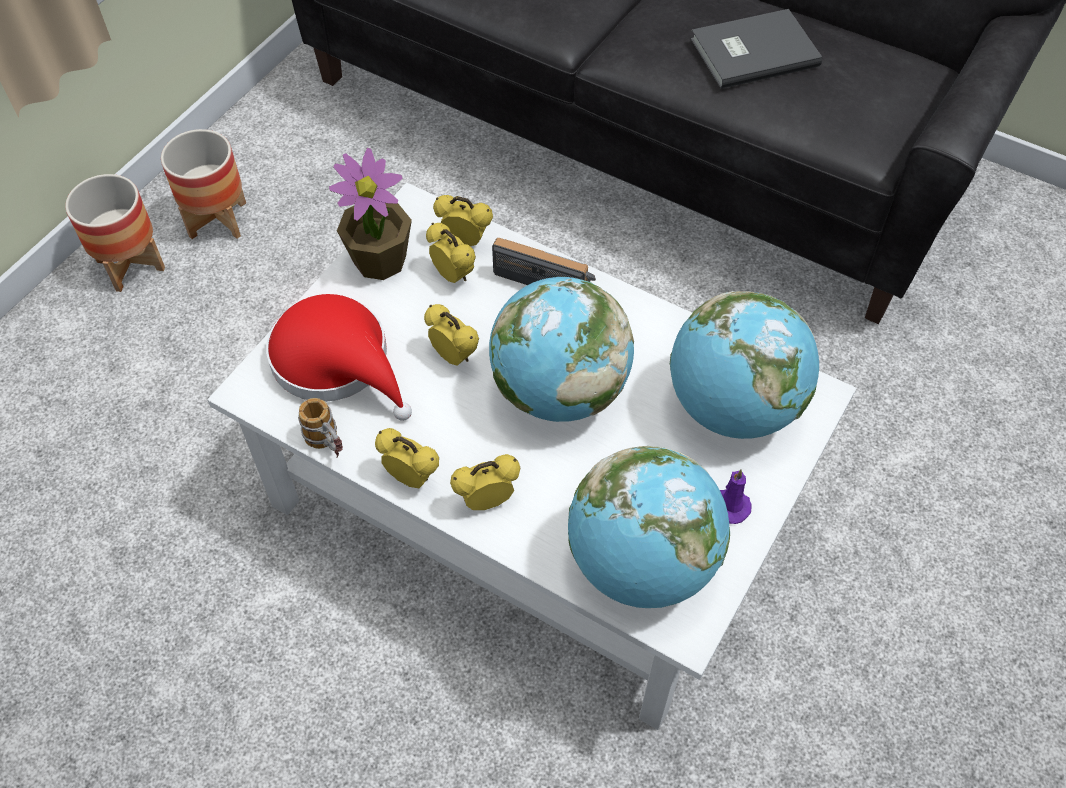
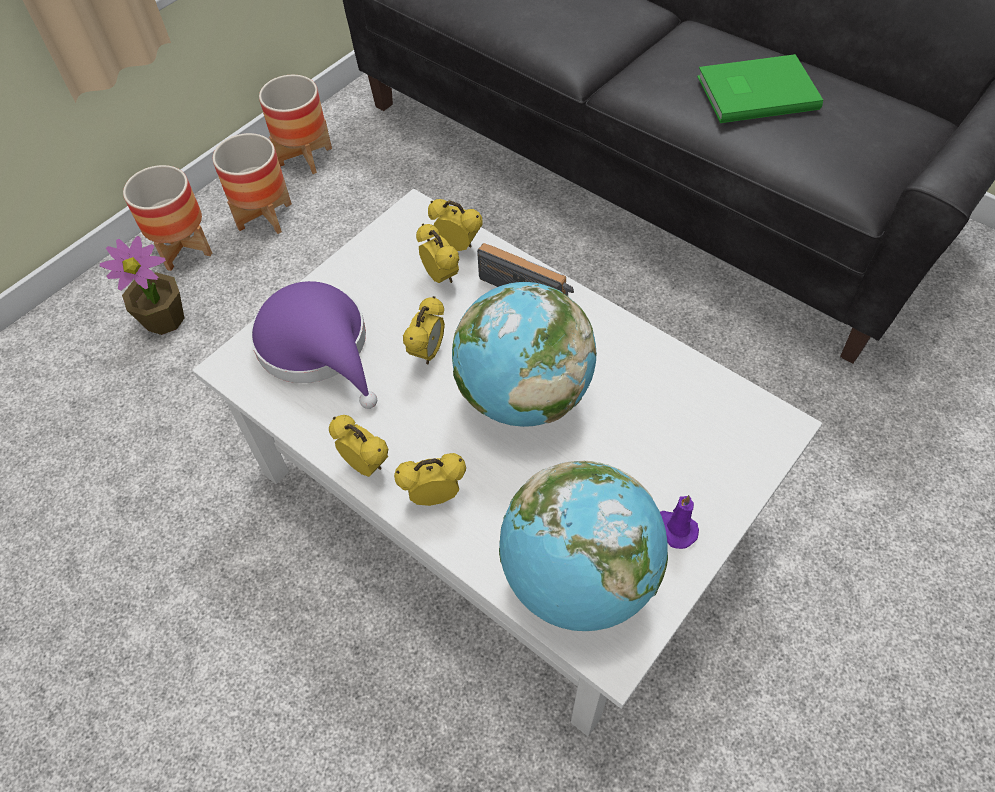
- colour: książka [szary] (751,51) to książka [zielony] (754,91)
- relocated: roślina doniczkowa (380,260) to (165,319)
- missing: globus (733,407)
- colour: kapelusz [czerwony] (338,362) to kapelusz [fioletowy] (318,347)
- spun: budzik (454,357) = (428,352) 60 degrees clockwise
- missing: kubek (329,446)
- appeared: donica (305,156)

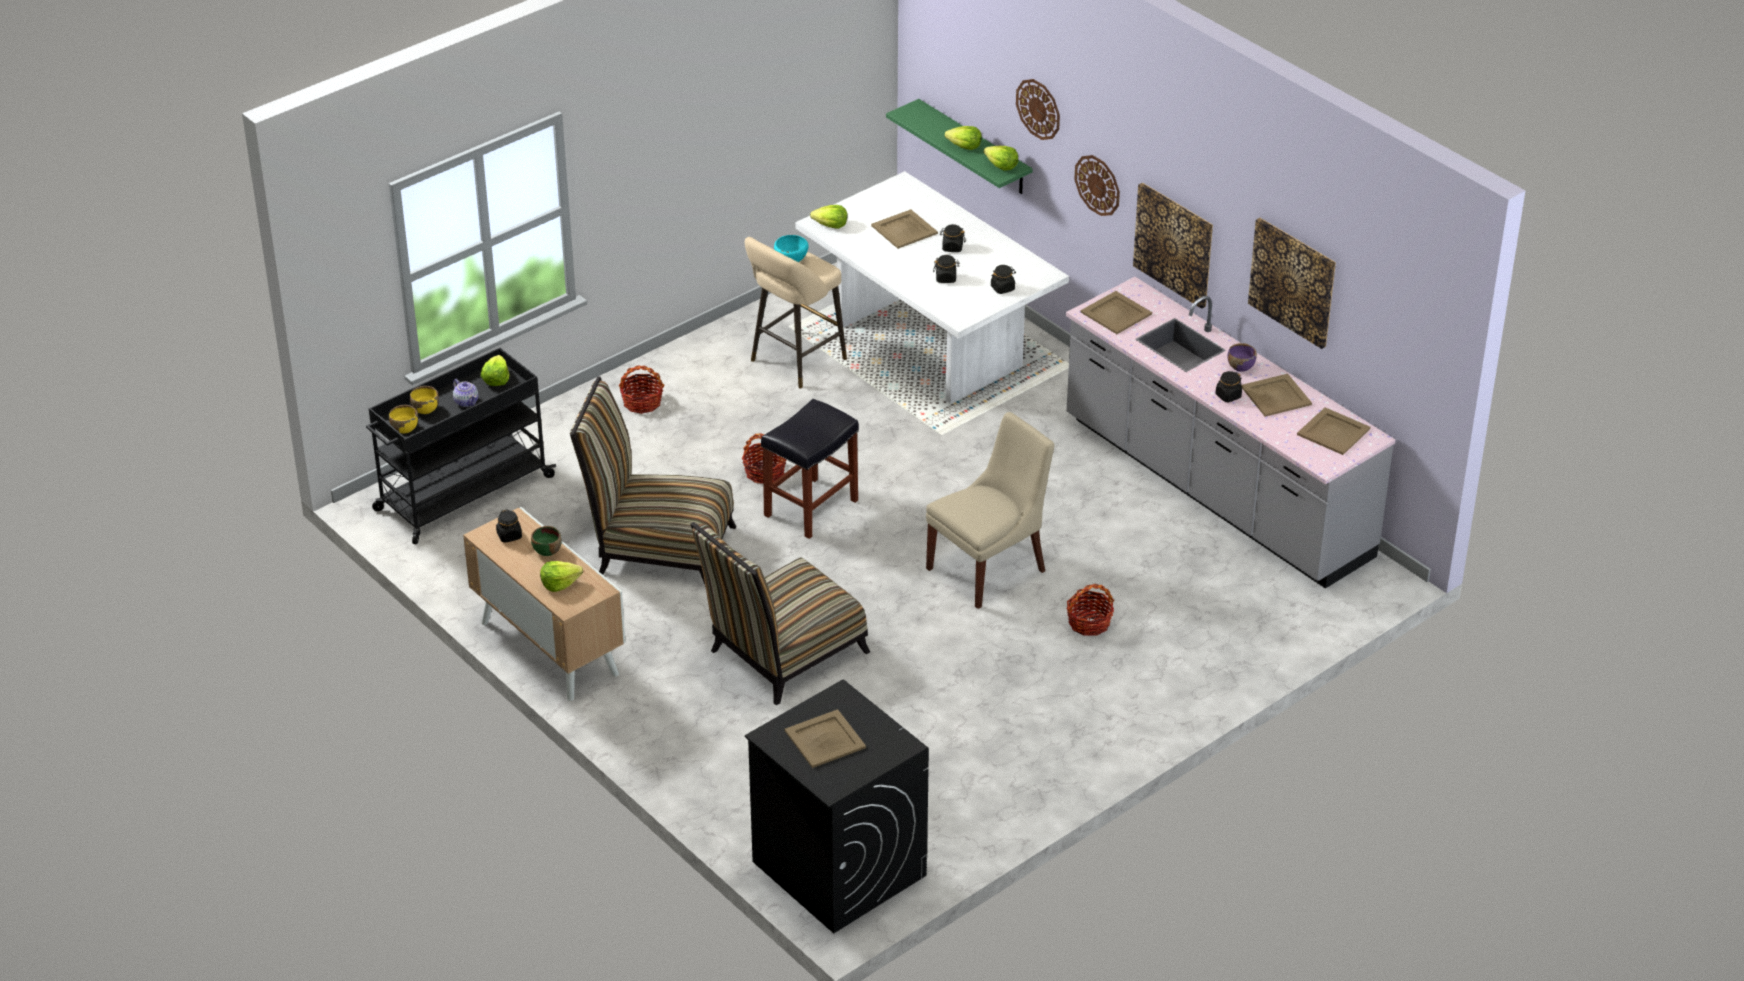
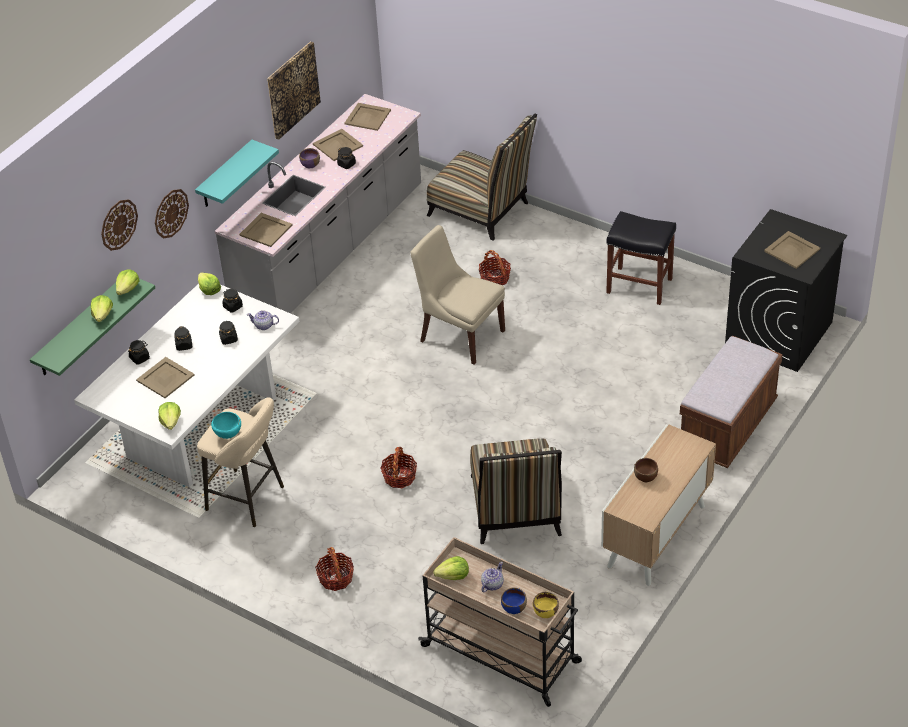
- exchanged: obraz (1174,244) to półka [turkusowy] (225,175)
- colour: wózek [czarny] (462,494) to wózek [beżowy] (502,654)
- colour: miska [żółty] (425,409) to miska [niebieski] (514,608)
- relocated: stołek [czarny] (810,509) to (640,285)
- relocated: słoik [czarny] (509,536) to (140,358)
- relocated: krzesło (781,656) to (483,211)
- colour: miska [zielony] (547,551) to miska [brązowy] (645,477)
- relocated: sałata (560,583) to (209,290)
- appeared: imbryk (264,326)
- appeared: ławka [brązowy] (727,427)

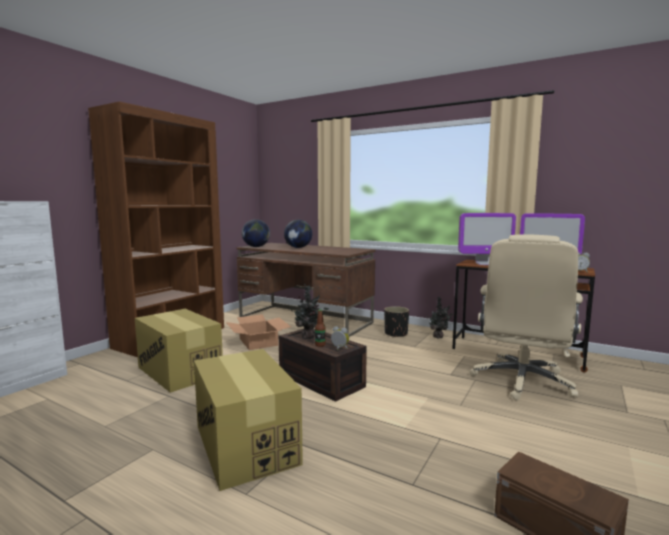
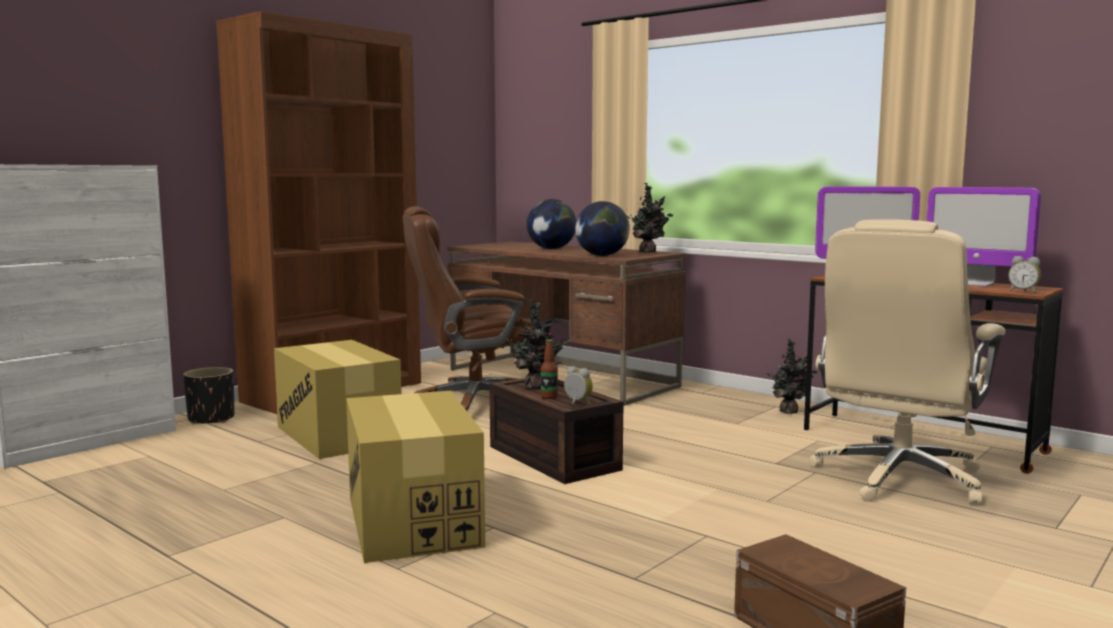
- relocated: globus (256,247) to (602,255)
- relocated: donica [czarny] (395,334) to (211,419)
- exchanged: karton (258,342) to krzesło biurowe [brązowy] (471,404)
- appeared: roślina doniczkowa (648,252)

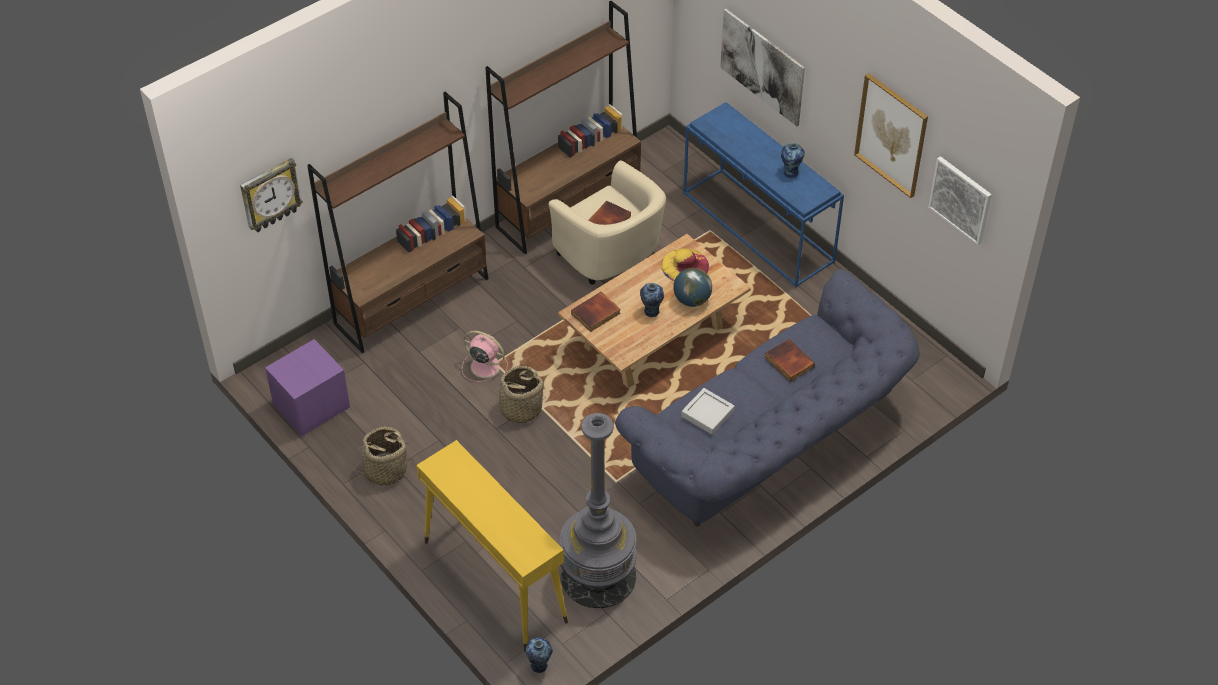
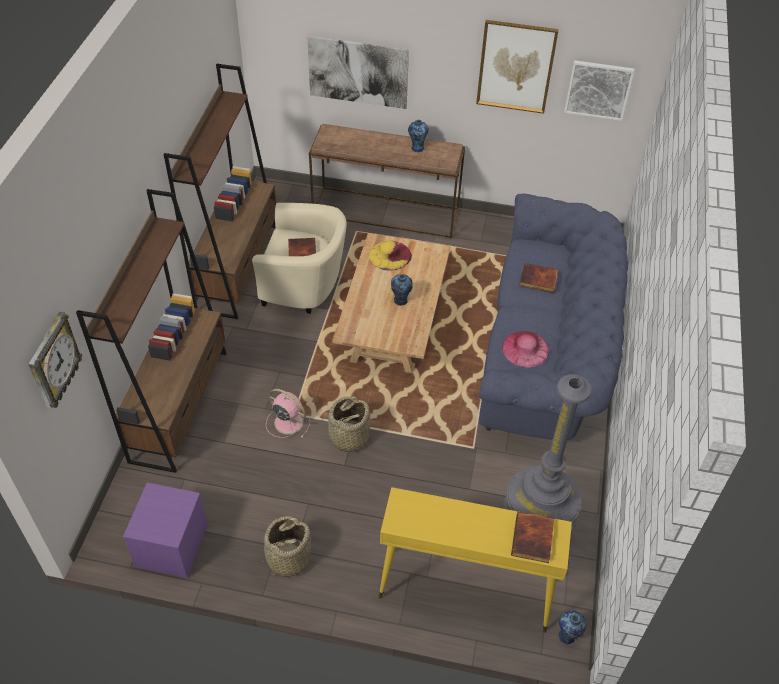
- colour: stolik konsolowy [niebieski] (759,227) to stolik konsolowy [brązowy] (387,212)
- missing: globus (692,300)
- relocated: książka (596,314) to (533,539)
- spun: wentylator [różowy] (484,366) = (287,422) 45 degrees clockwise
- exchanged: taca [szary] (707,414) to kapelusz [różowy] (525,349)

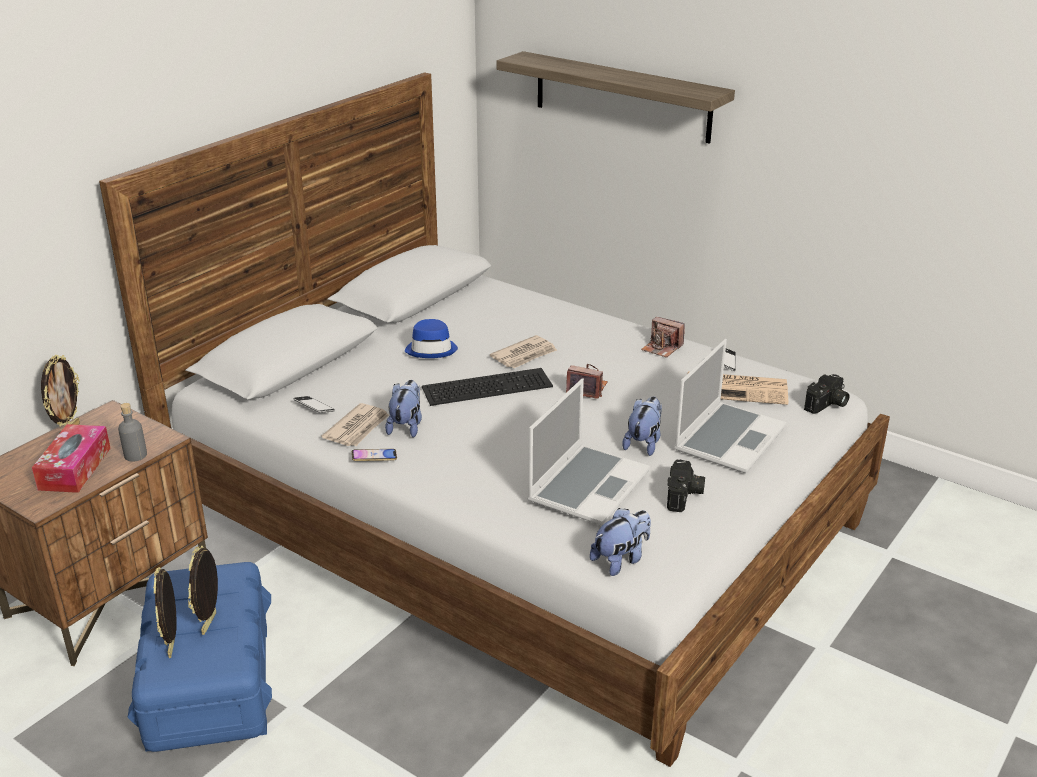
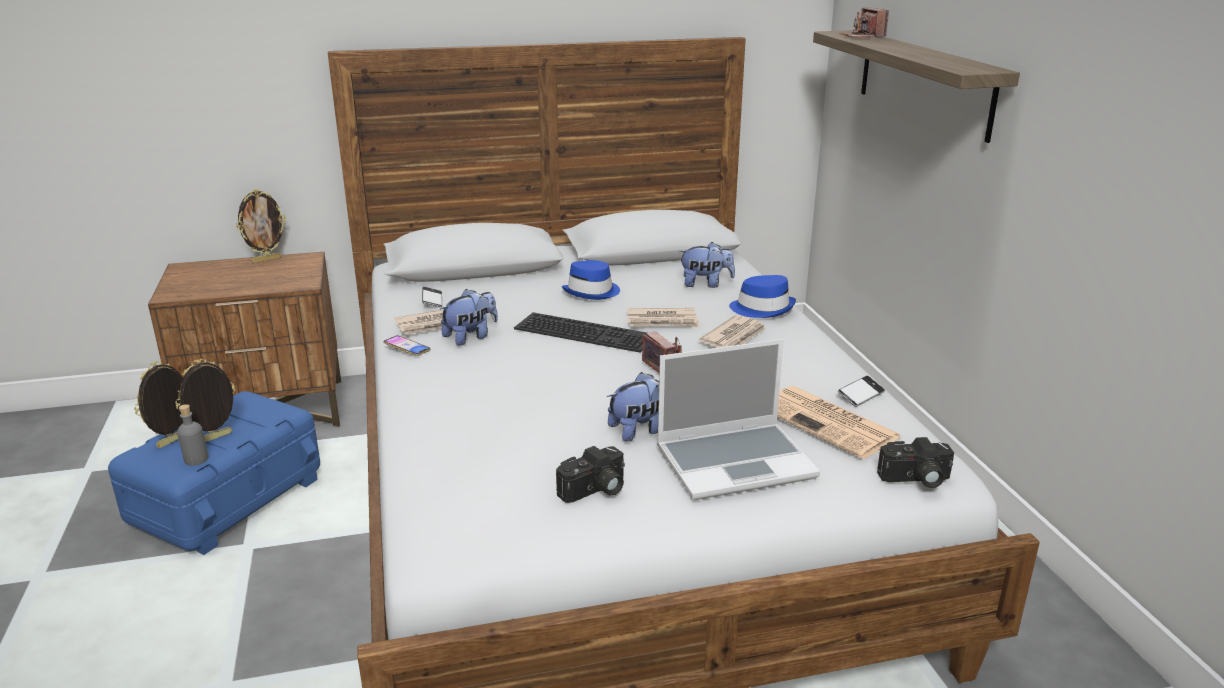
- relocated: aparat fotograficzny (662,348) to (862,36)
- missing: laptop (588,485)
- relocated: butelka [szary] (135,455) to (196,459)
- missing: pudełko chusteczek (75,468)
- relocated: pluszak (621,560) to (705,284)
- appeared: kapelusz [niebieski] (762,308)
- appeared: gazeta (735,337)

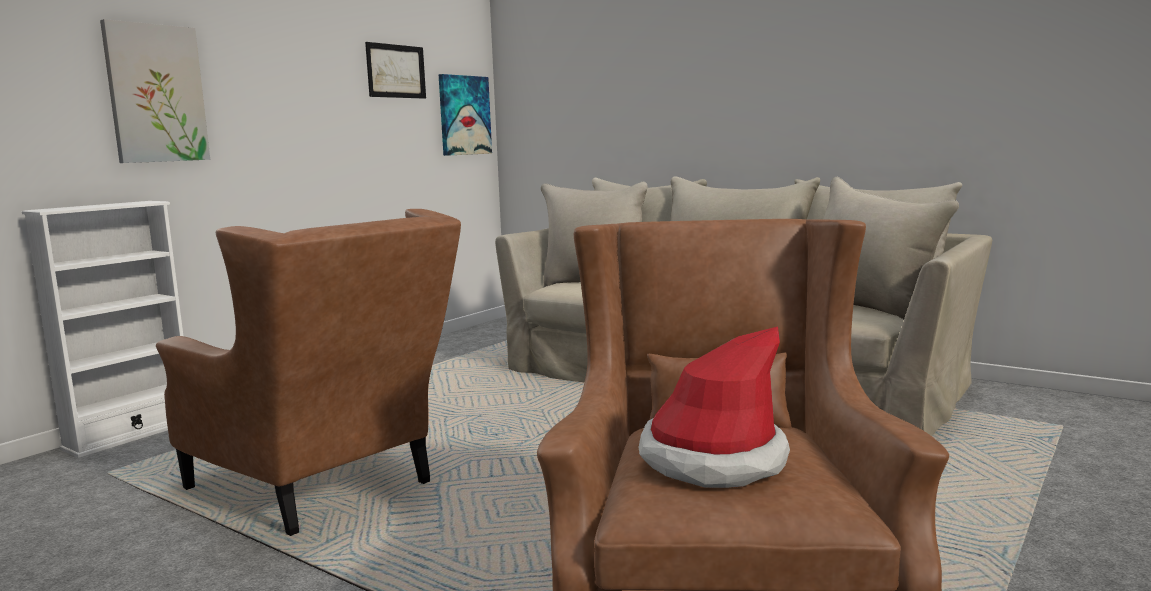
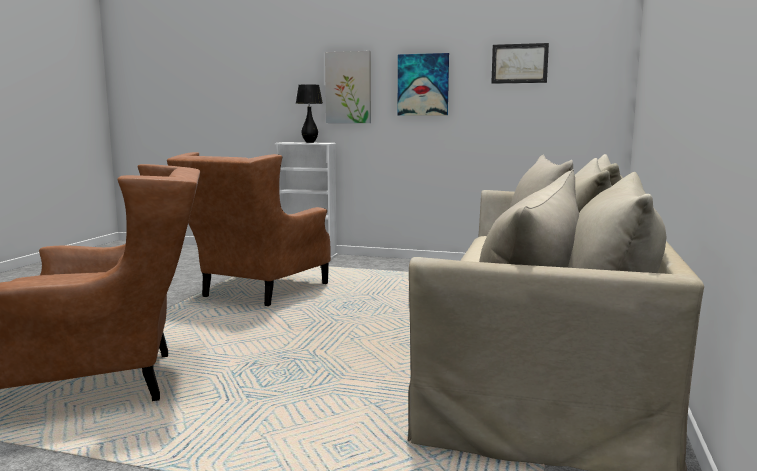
- relocated: obraz (464,115) to (423,85)
- missing: kapelusz (712,460)
- appeared: lampa stołowa [czarny] (310,142)

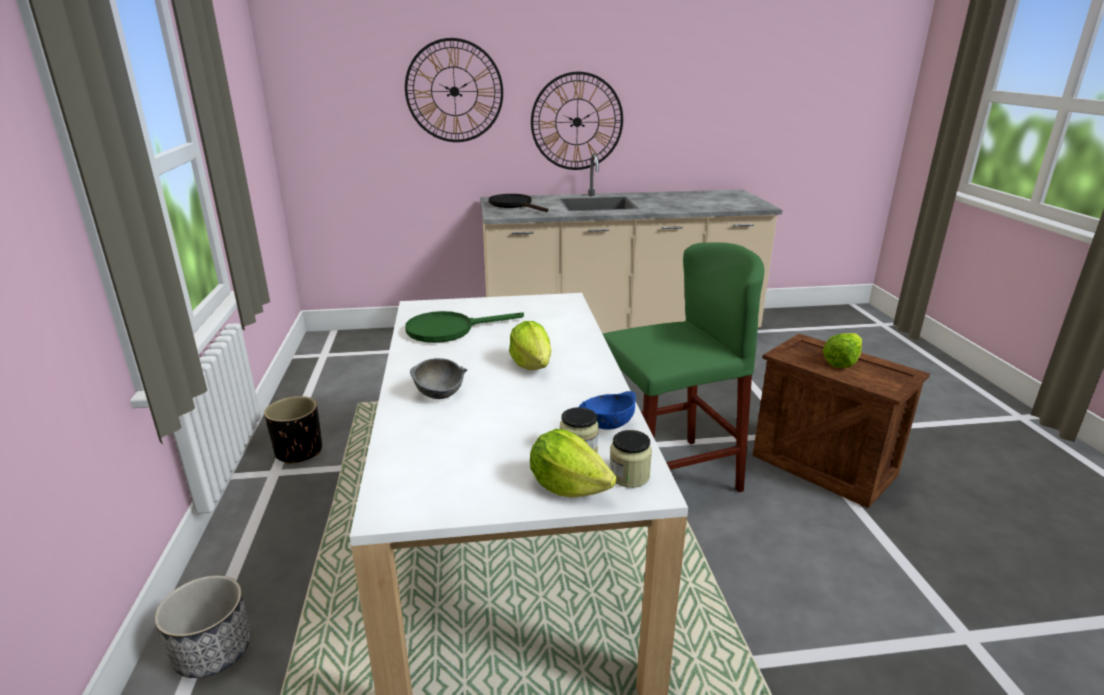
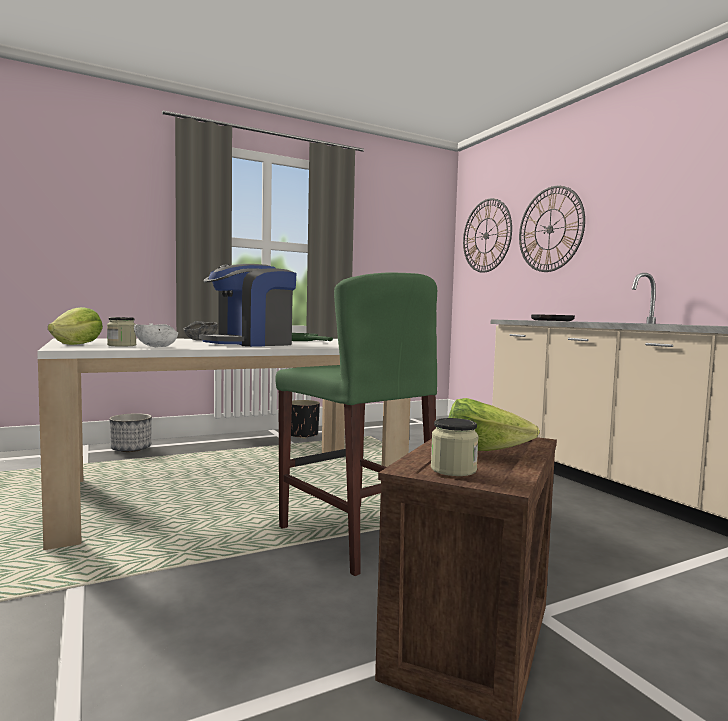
- relocated: zegar ścienny (577,122) to (486,235)
- exchanged: sałata (532,364) to ekspres do kawy (250,344)
- colour: miska [niebieski] (606,425) to miska [biały] (157,347)
- relocated: słoik (629,476) to (453,469)

